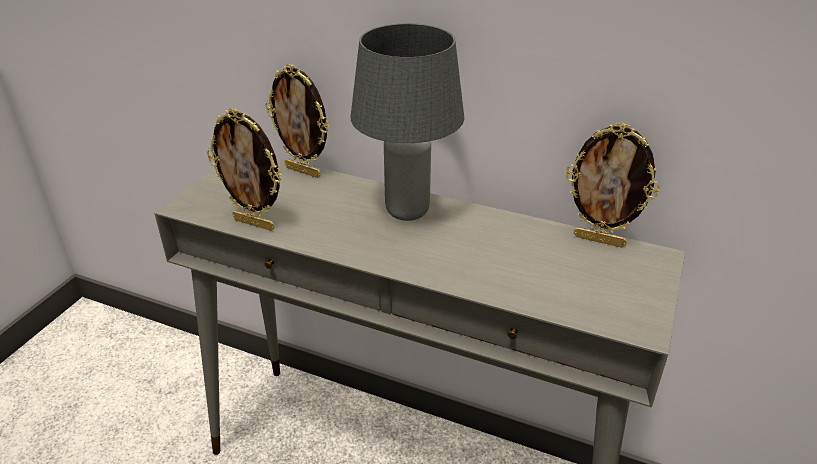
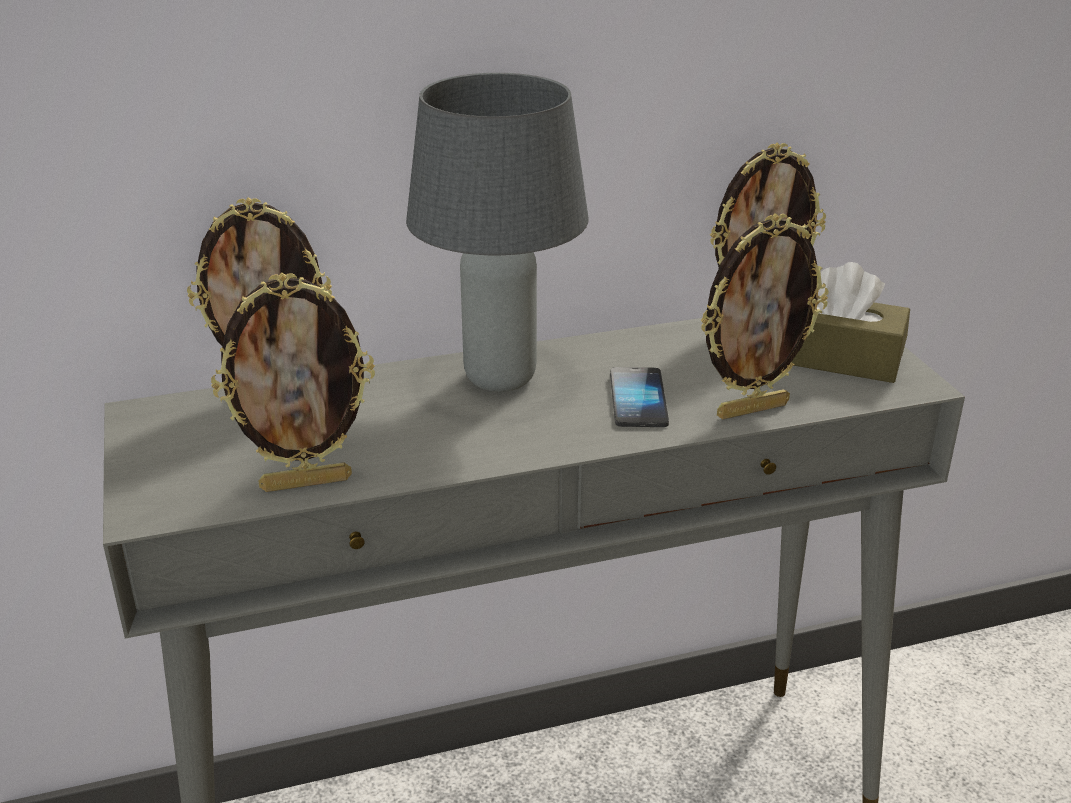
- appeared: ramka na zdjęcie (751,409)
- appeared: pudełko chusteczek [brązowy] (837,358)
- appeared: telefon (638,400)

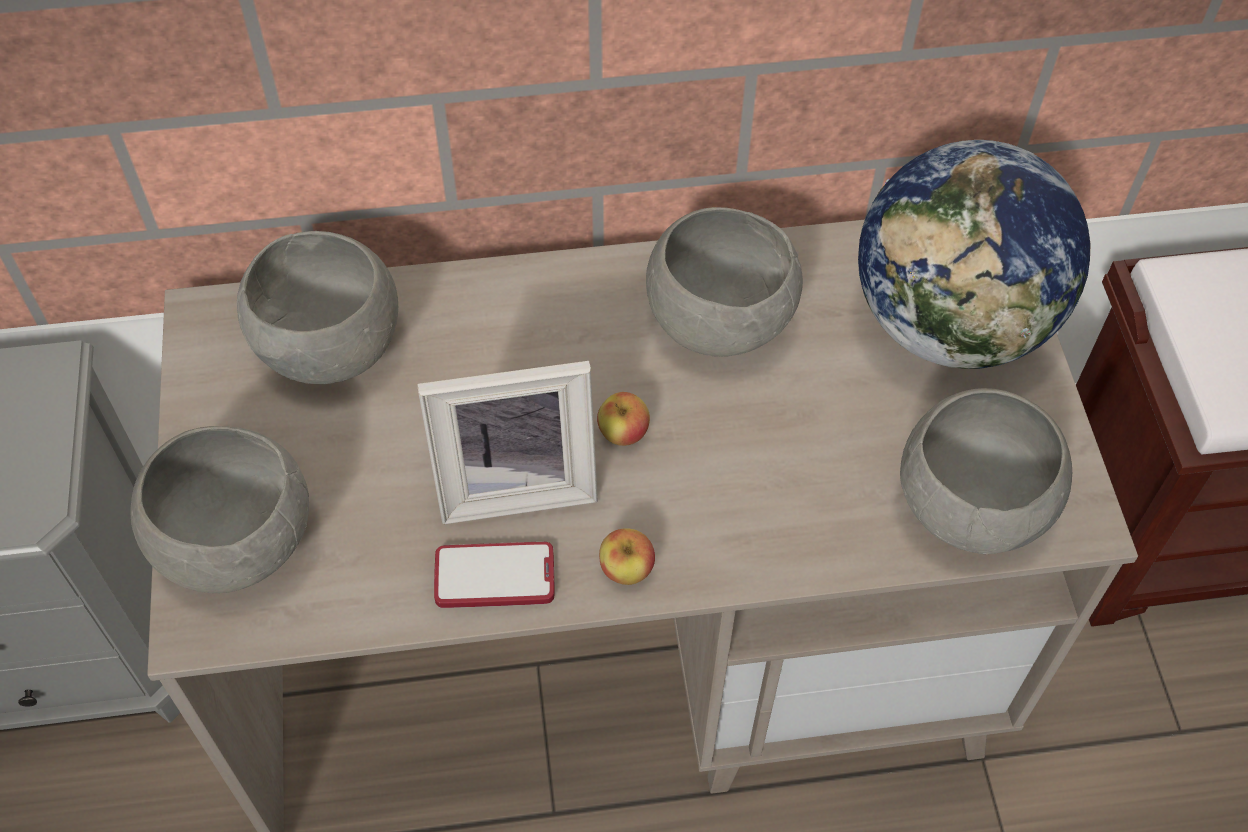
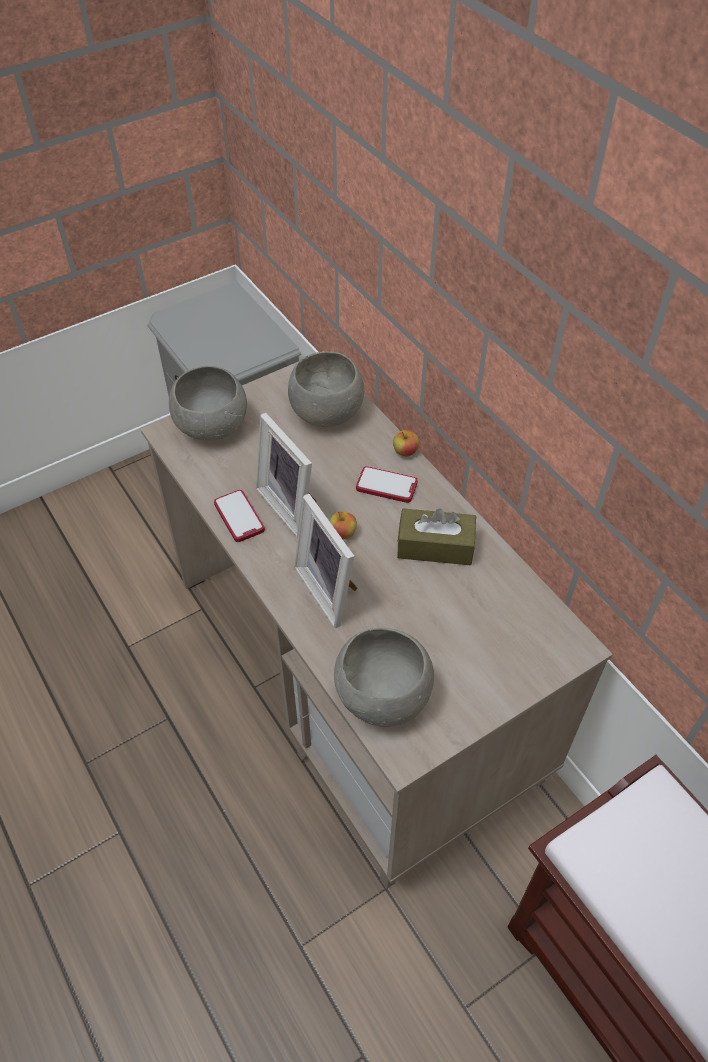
- missing: globus (952,324)
- exchanged: miska [szary] (719,319) to pudełko chusteczek [brązowy] (435,546)
- relocated: jabłko (627,569) to (405,452)
- appeared: telefon (386,486)
- appeared: ramka na zdjęcie (331,589)

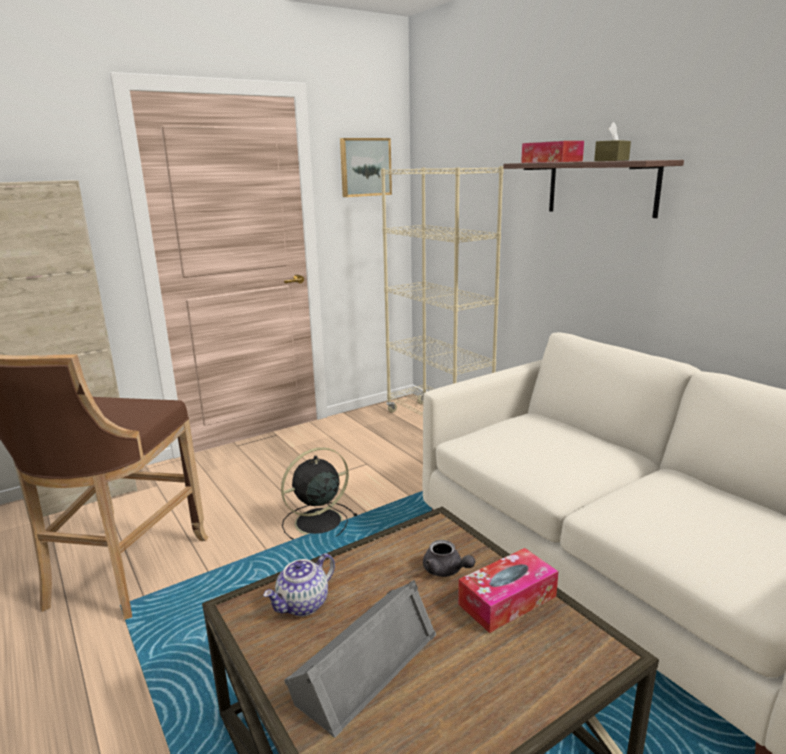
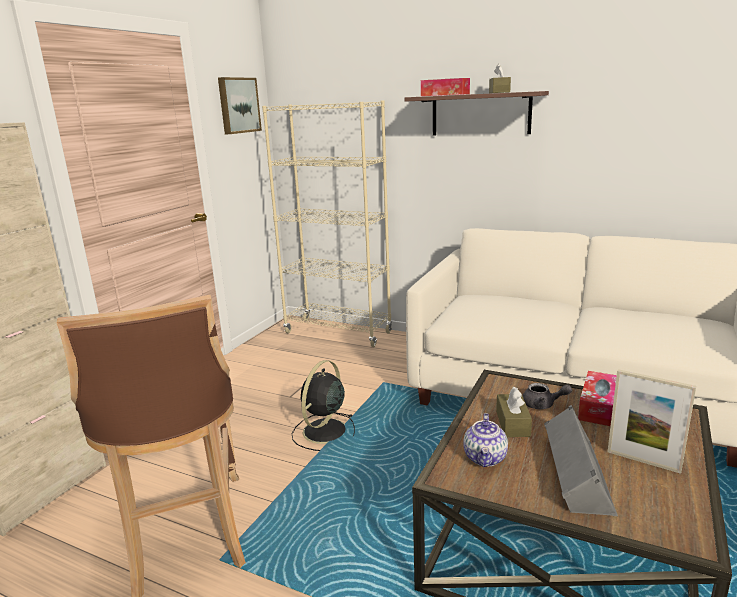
- appeared: ramka na zdjęcie (643,461)
- appeared: pudełko chusteczek [brązowy] (512,423)

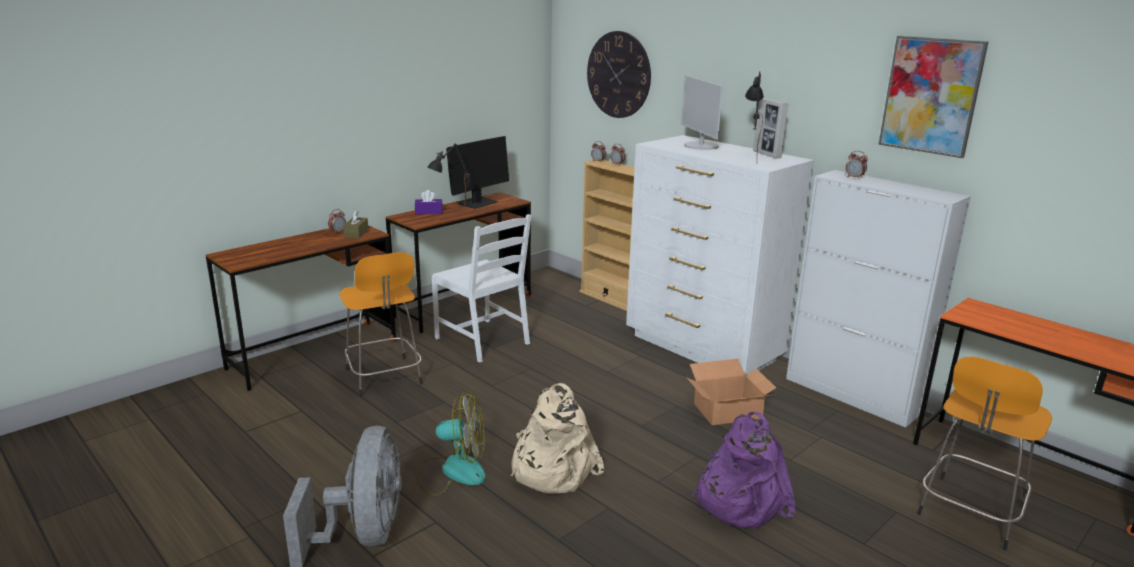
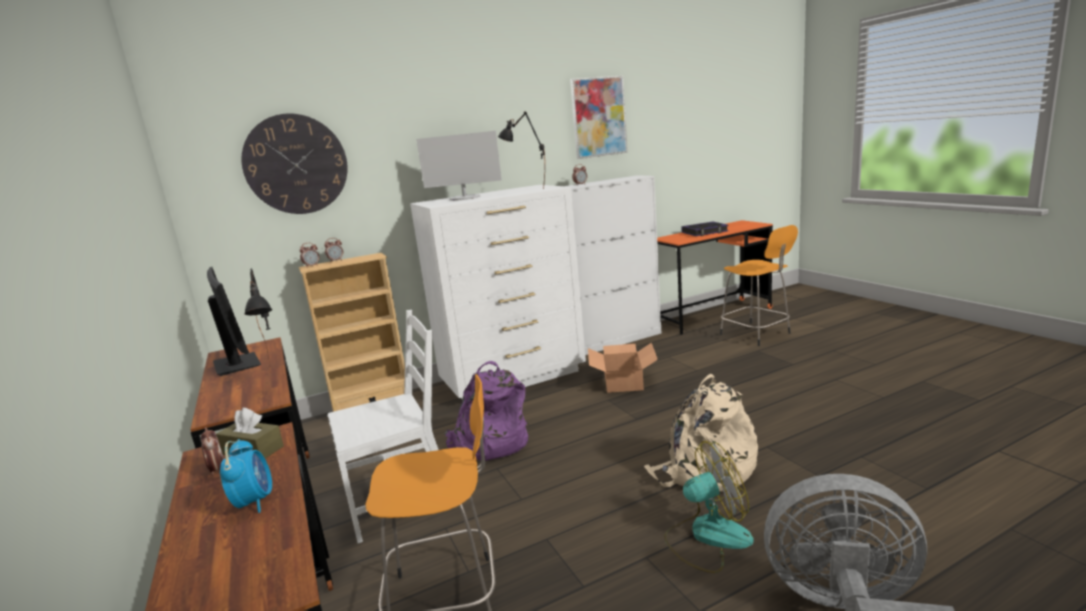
- missing: ramka na zdjęcie (767,155)
- missing: pudełko chusteczek [fioletowy] (429,212)
- spun: wentylator (452,471) = (707,537) 60 degrees clockwise
- relocated: plecak [fioletowy] (738,499) to (490,443)
- appeared: książka (704,232)
- appeared: budzik (254,502)

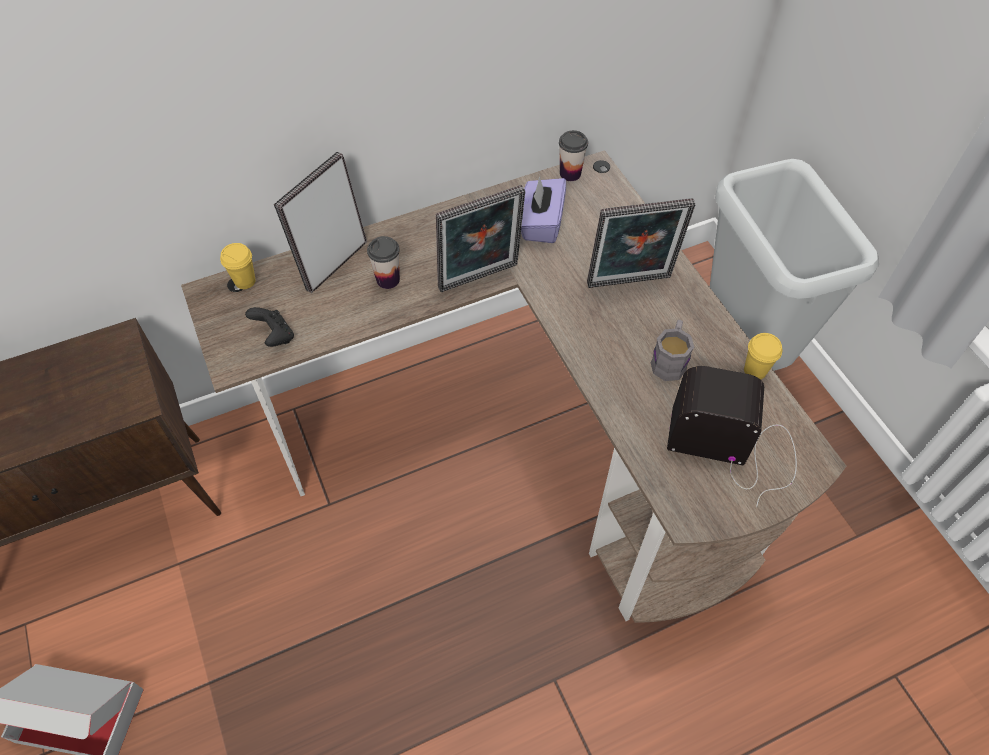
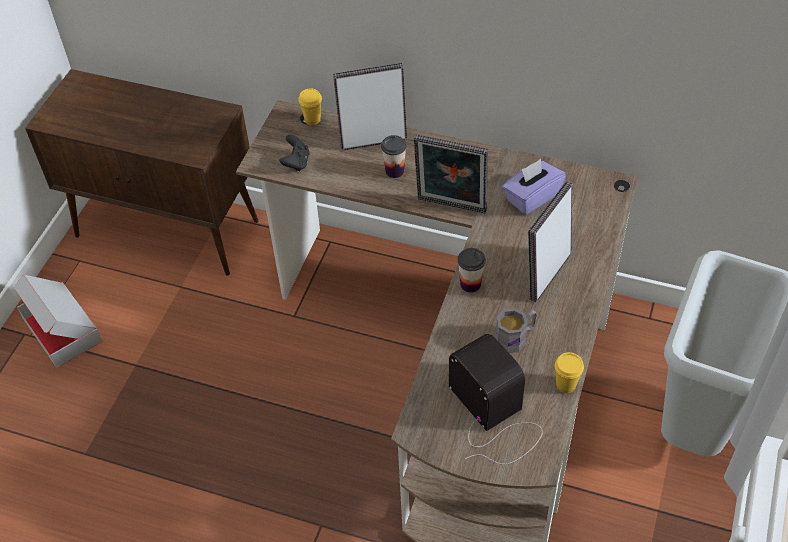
- relocated: filiżanka (570,173) to (470,284)
- spun: ramka na zdjęcie (630,284) = (546,274) 90 degrees clockwise

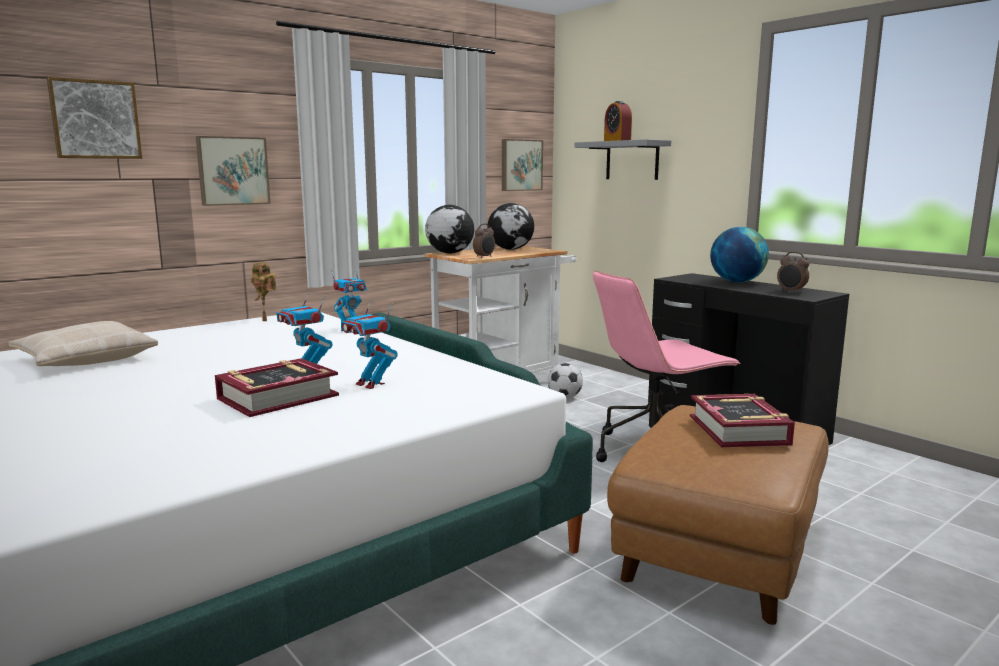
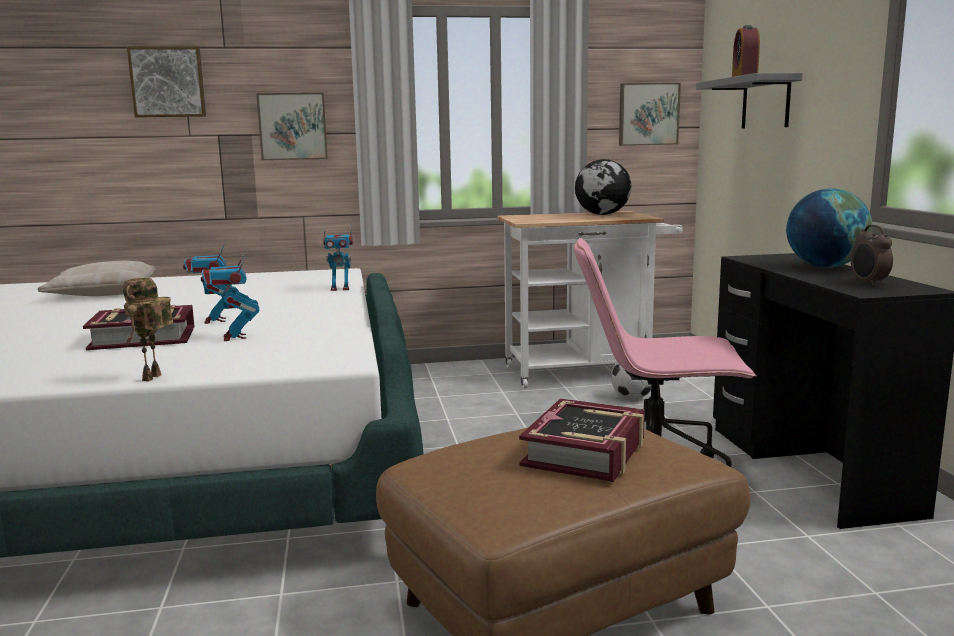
- missing: globus (449,253)
- missing: budzik (484,257)
- relocated: robot zabawkowy (266,320) to (153,378)

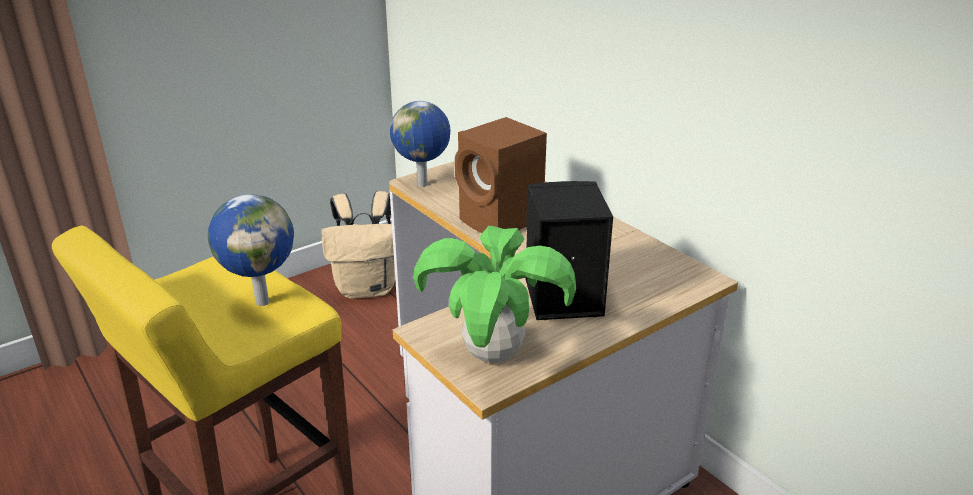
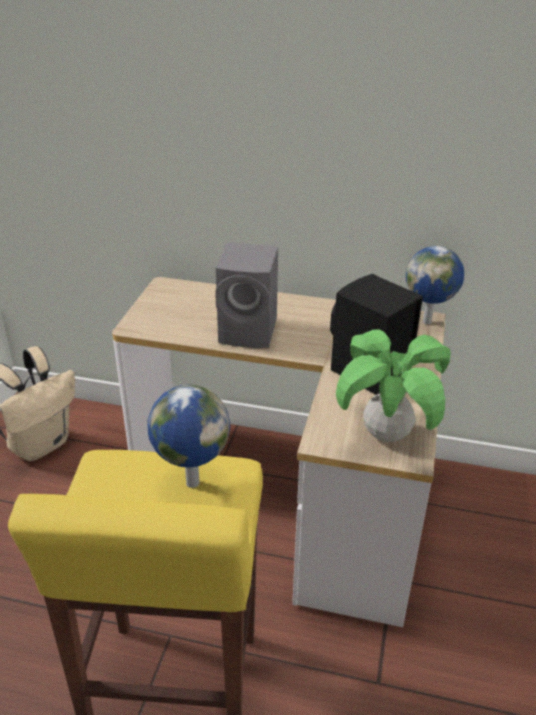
- relocated: globus (423,185) to (428,321)
- colour: głośnik [brązowy] (502,221) to głośnik [szary] (250,331)

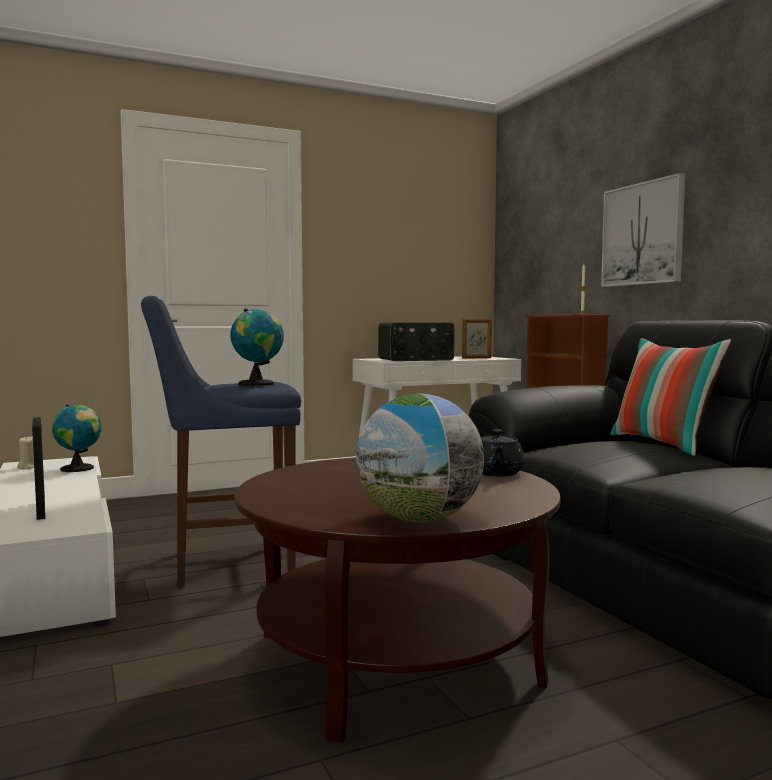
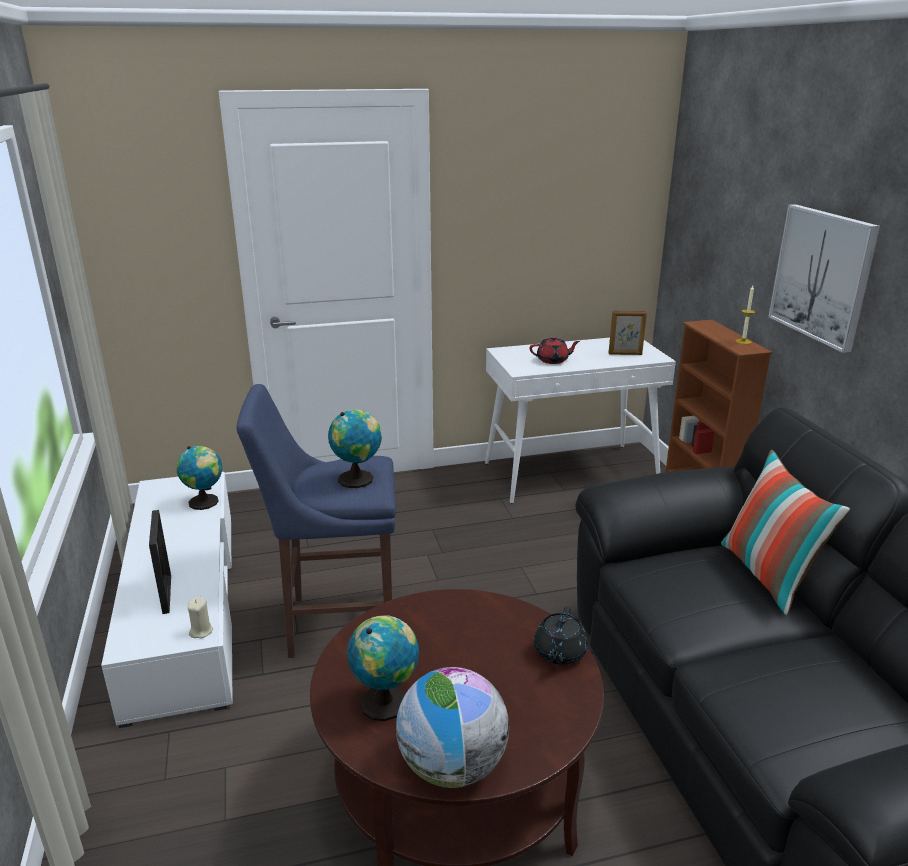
- exchanged: radio (415,359) to imbryk [czerwony] (553,360)
- relocated: świeca [beżowy] (28,467) to (201,631)
- appeared: globus (386,701)

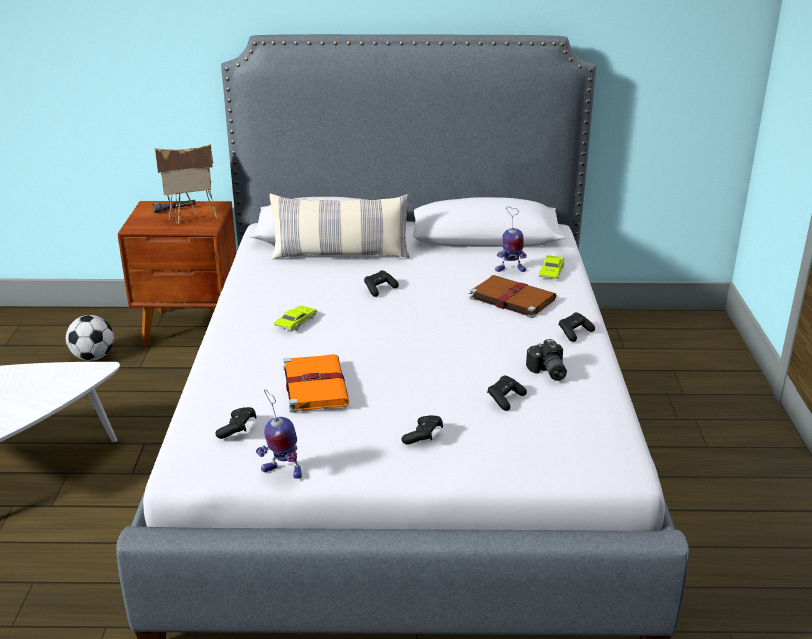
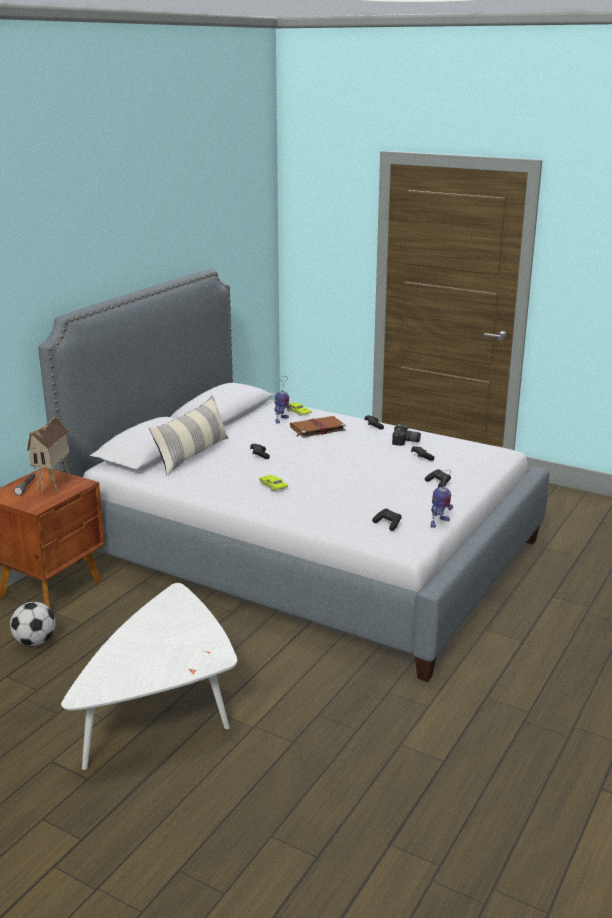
- missing: książka [pomarańczowy] (314,385)

